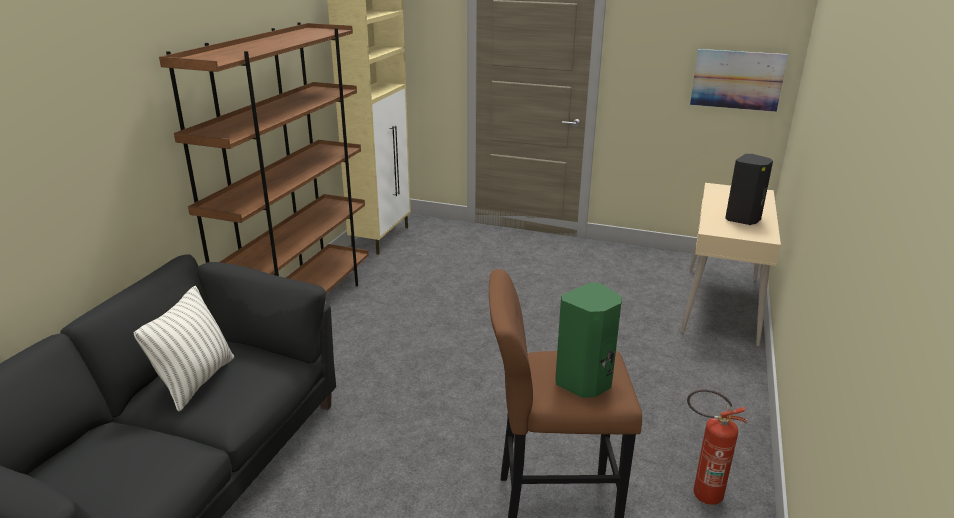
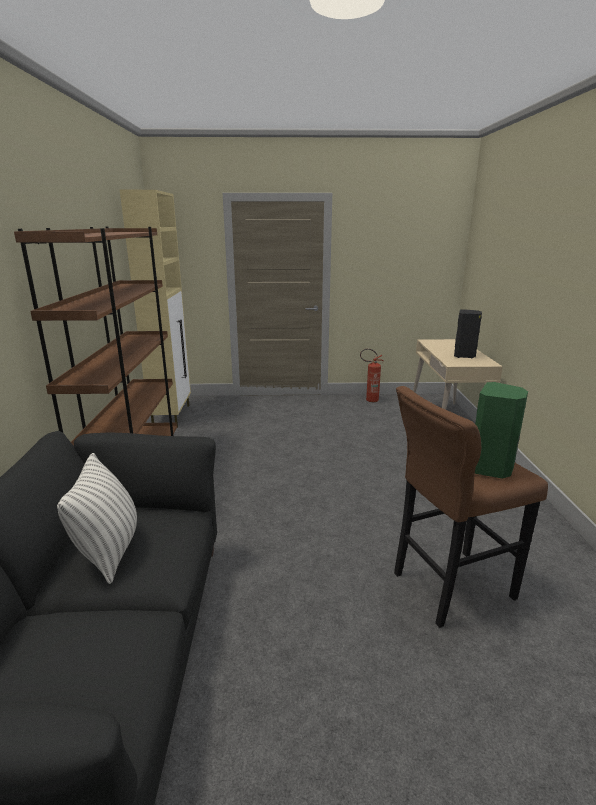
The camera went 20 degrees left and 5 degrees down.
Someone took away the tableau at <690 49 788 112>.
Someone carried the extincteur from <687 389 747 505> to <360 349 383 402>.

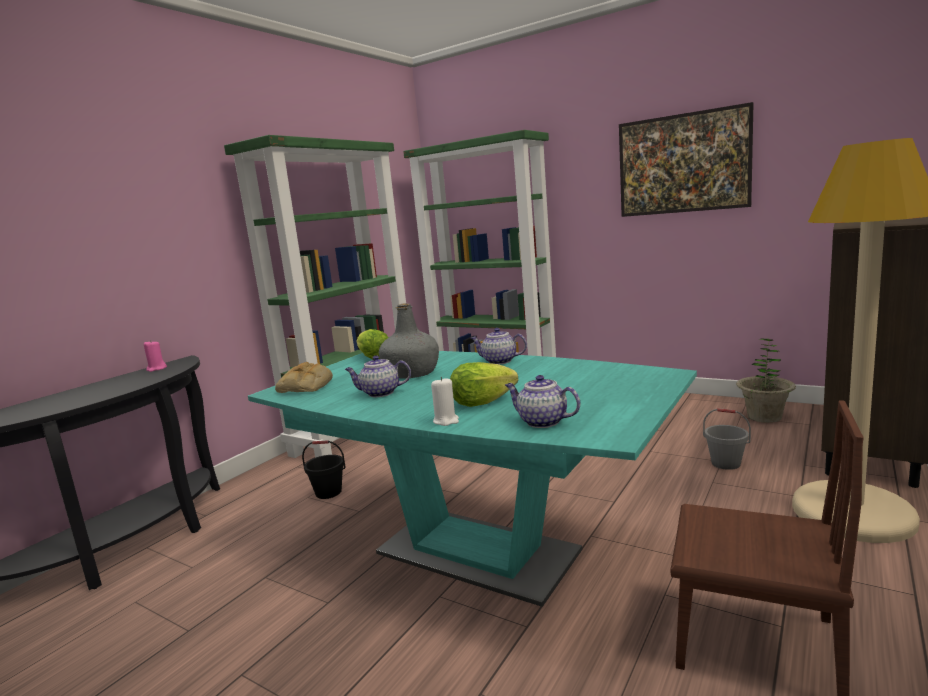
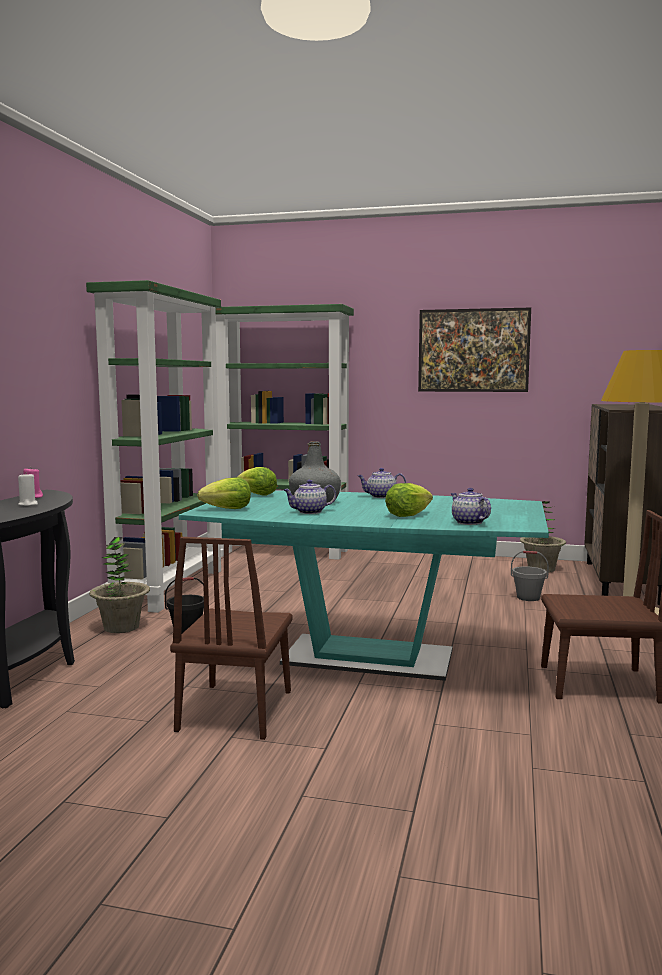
The camera went 20 degrees left and 5 degrees down.
Someone swapped the pain at <275 362 333 393> for the laitue at <197 477 251 509>.
Someone rotated the théière at <505 375 580 428> by 45 degrees clockwise.
Someone carried the bougie/blanc from <431 377 459 426> to <18 472 38 506>.
Someone put down the plante en pot at <89 537 150 633>.
Someone put down the chaise/marron at <170 537 292 740>.

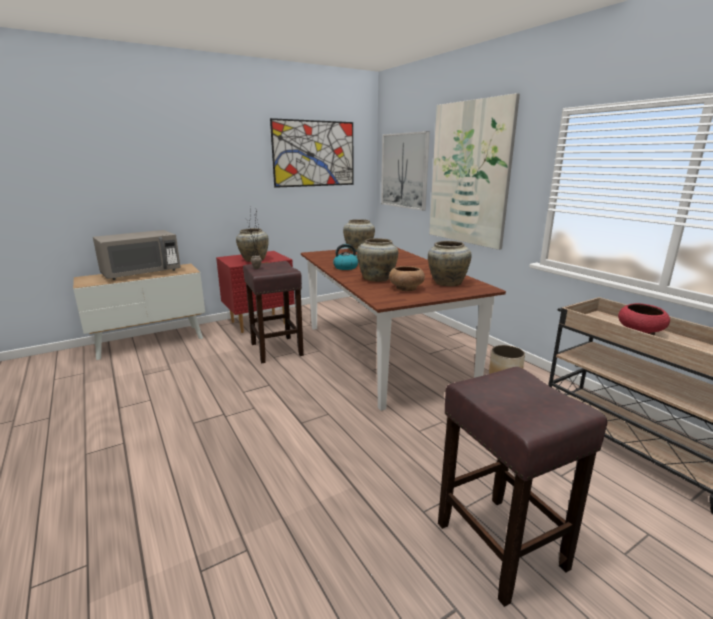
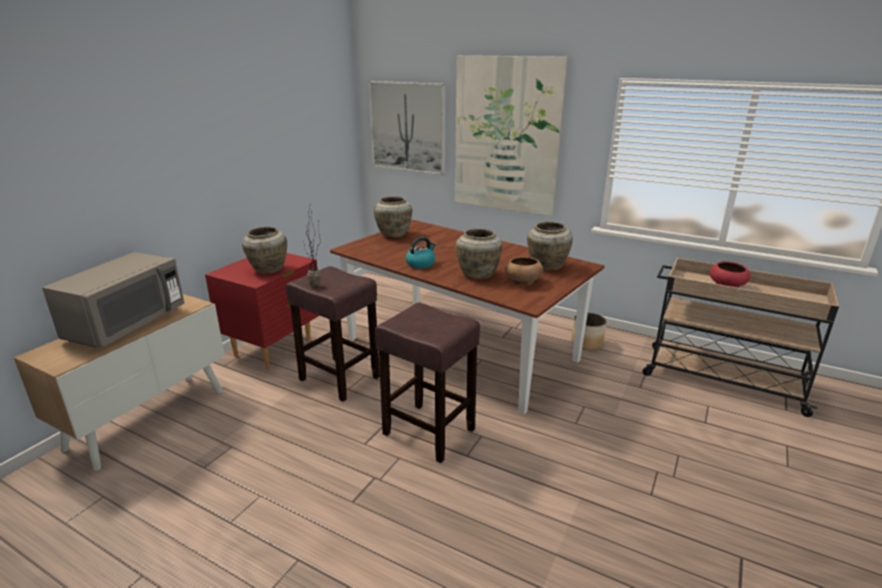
The camera went 30 degrees left and 5 degrees up.
Someone took away the tableau at <270 118 353 188>.
Someone carried the tabouret/marron from <438 367 607 607> to <375 303 480 463>.

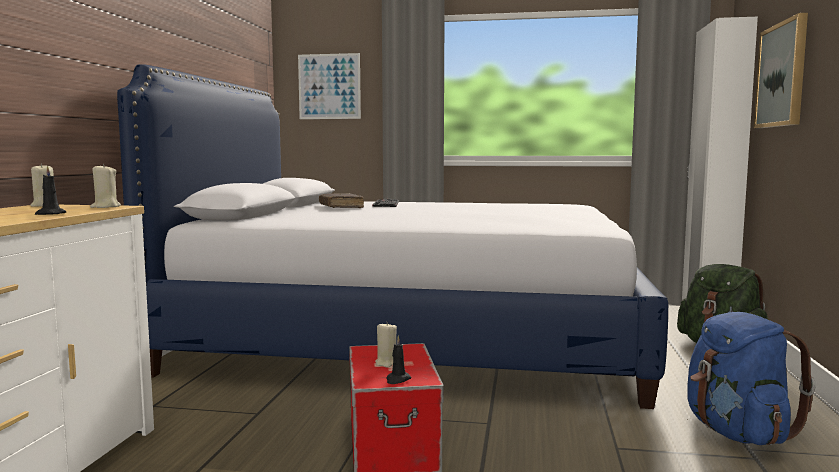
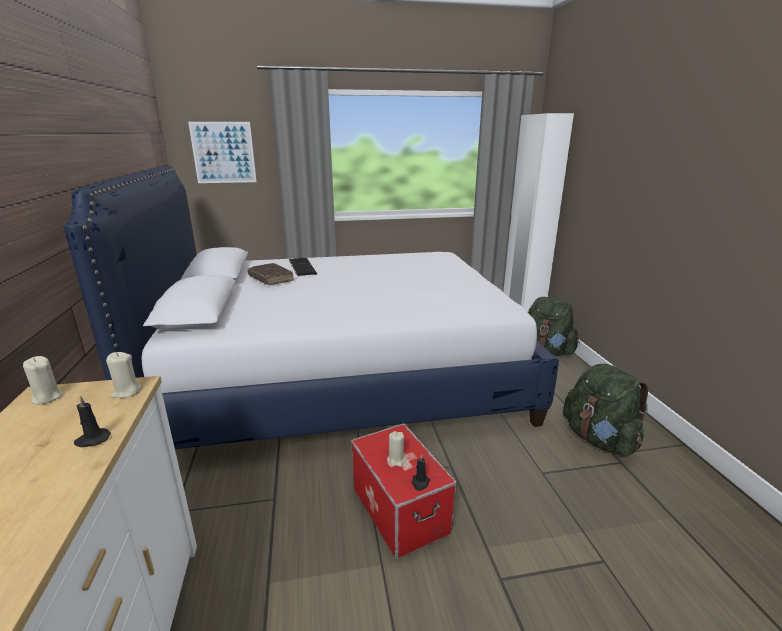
The camera went 20 degrees left and 15 degrees up.
Someone took away the tableau at <754 13 808 128>.
Someone repainted the sac à dos/bleu at <687 312 816 445>, which became the sac à dos/vert at <563 364 648 456>.

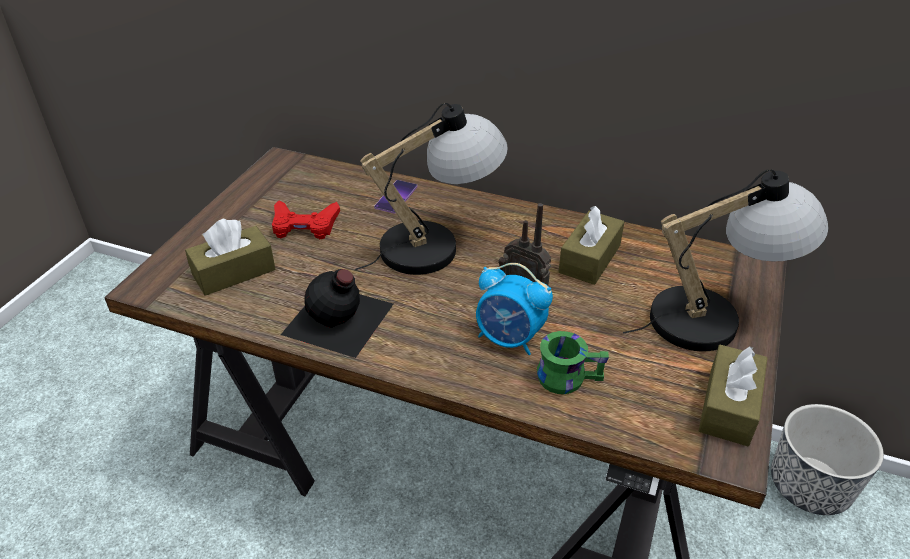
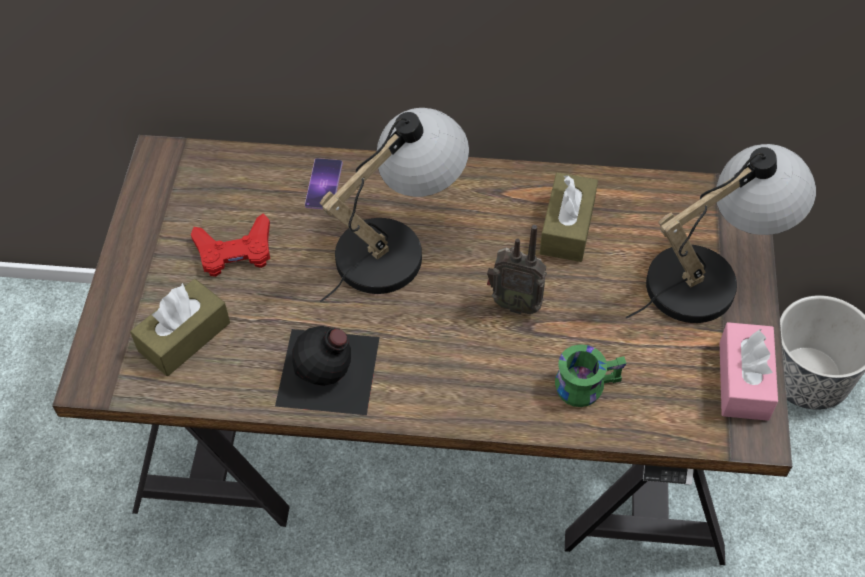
The camera went 15 degrees left and 15 degrees up.
Someone took away the réveil at <476 263 553 355>.
Someone repainted the boîte à mouchoirs/marron at <699 345 767 446>, which became the boîte à mouchoirs/rose at <720 322 778 421>.

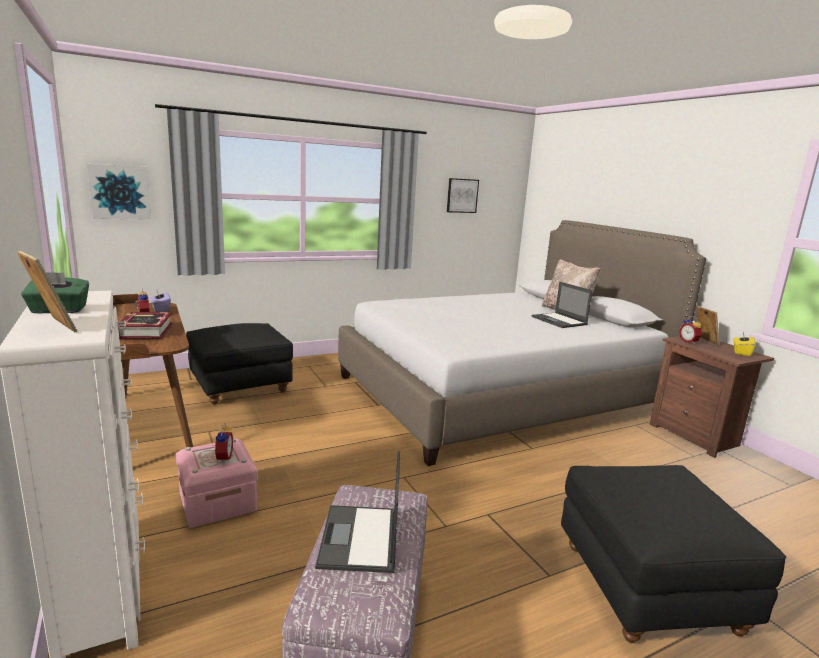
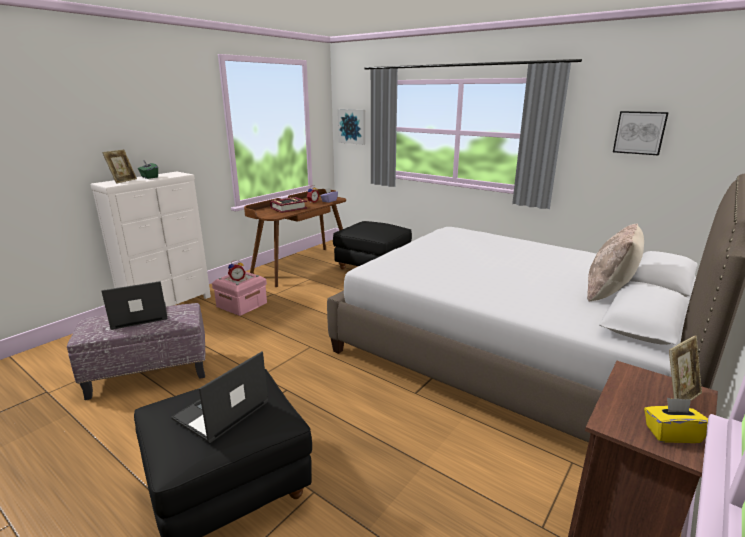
The camera went 65 degrees right and 5 degrees up.
Someone carried the ordinateur portable from <532 282 593 328> to <171 351 269 443>.
Someone took away the réveil at <679 316 702 344>.

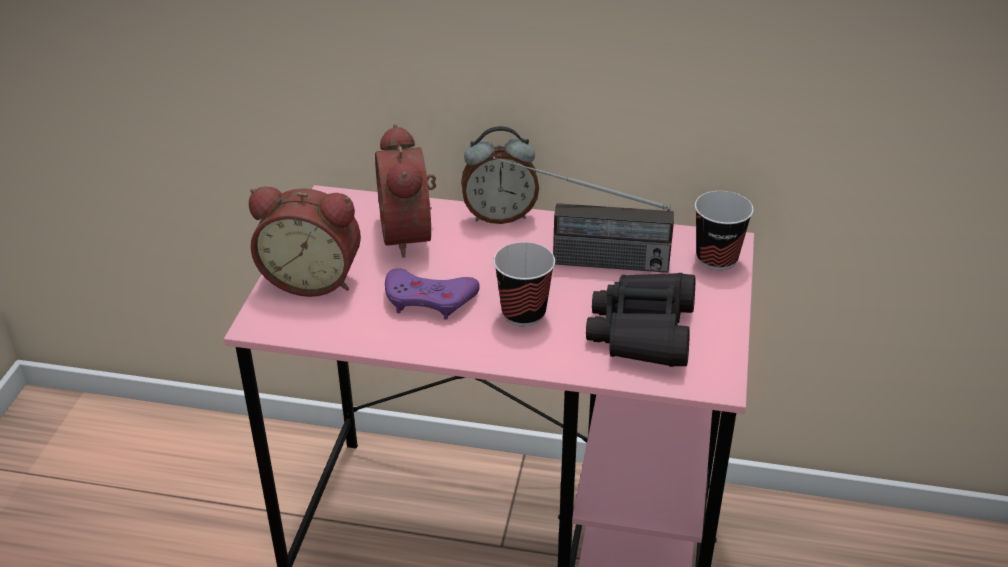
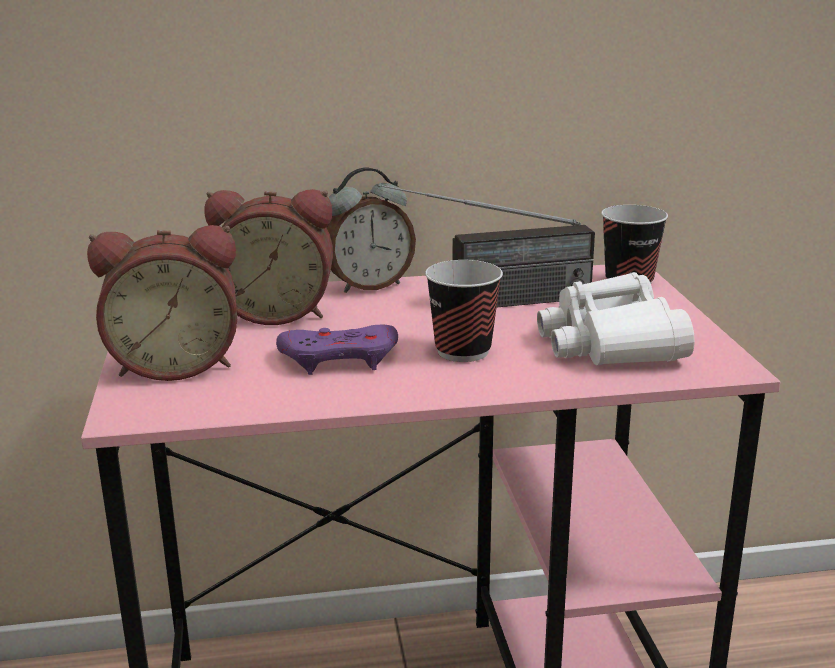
The camera went 20 degrees left and 15 degrees down.
Someone rotated the réveil at <375 124 436 258> by 60 degrees counterclockwise.
Someone repainted the jumelles/noir at <586 273 695 367>, which became the jumelles/blanc at <537 272 695 366>.

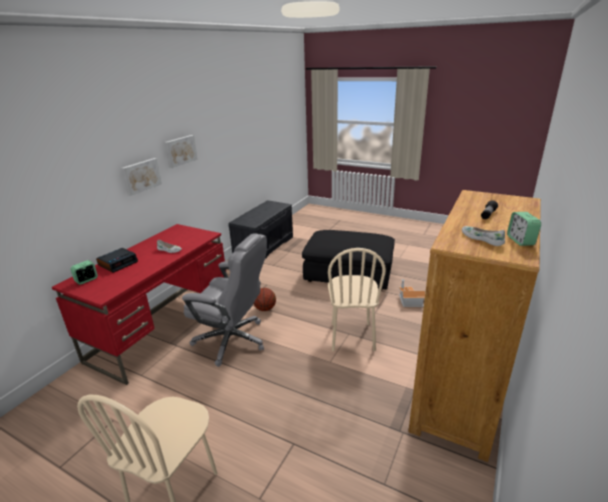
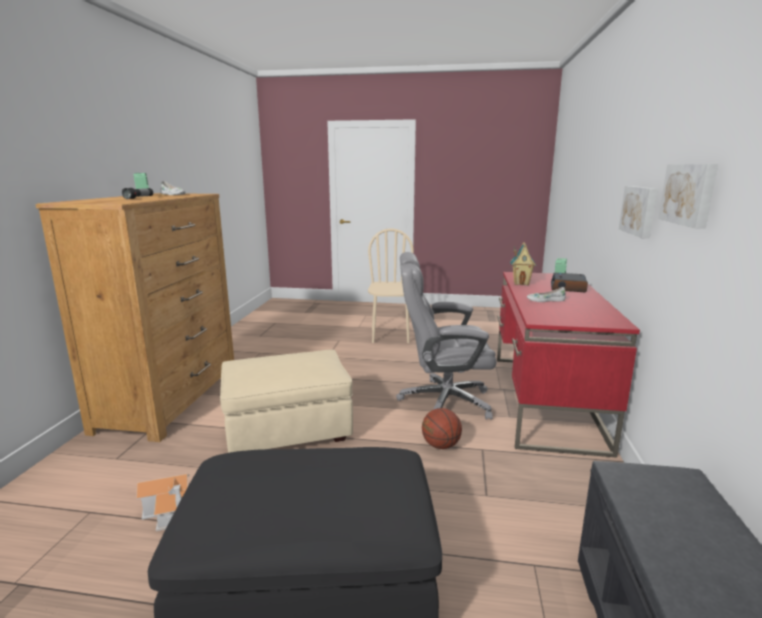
The camera went 160 degrees right and 10 degrees down.
Someone swapped the chaise/beige at <328 248 386 351> for the pouf/beige at <220 350 353 453>.
Someone put down the maison miniature at <510 242 536 285>.

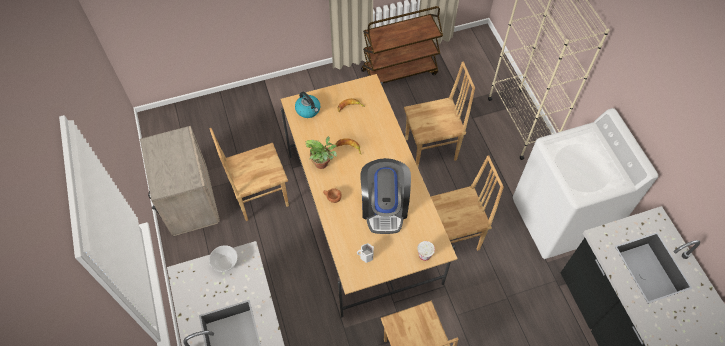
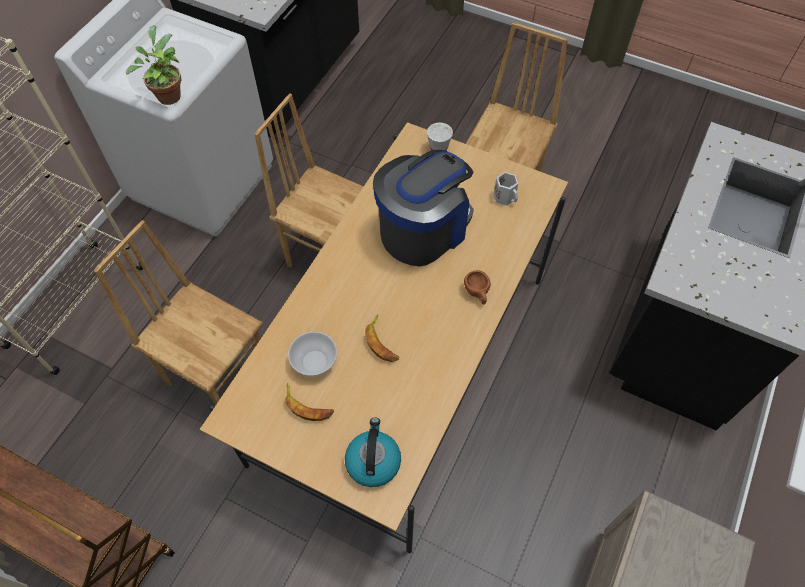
The camera went 135 degrees left and 0 degrees up.
Someone took away the chaise/marron at <209 128 289 221>.
Someone carried the plante en pot from <306 136 337 169> to <126 25 181 105>.
Someone carried the bol from <209 245 238 272> to <288 332 337 376>.

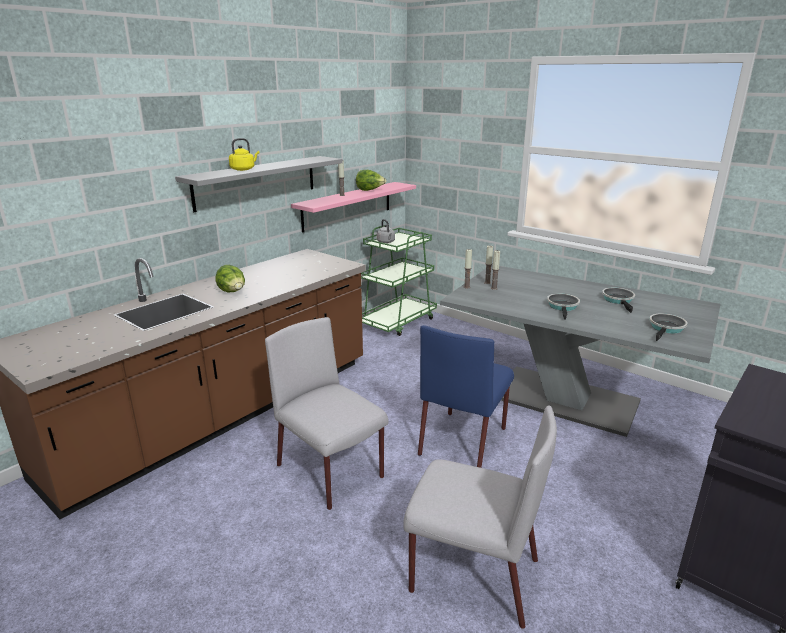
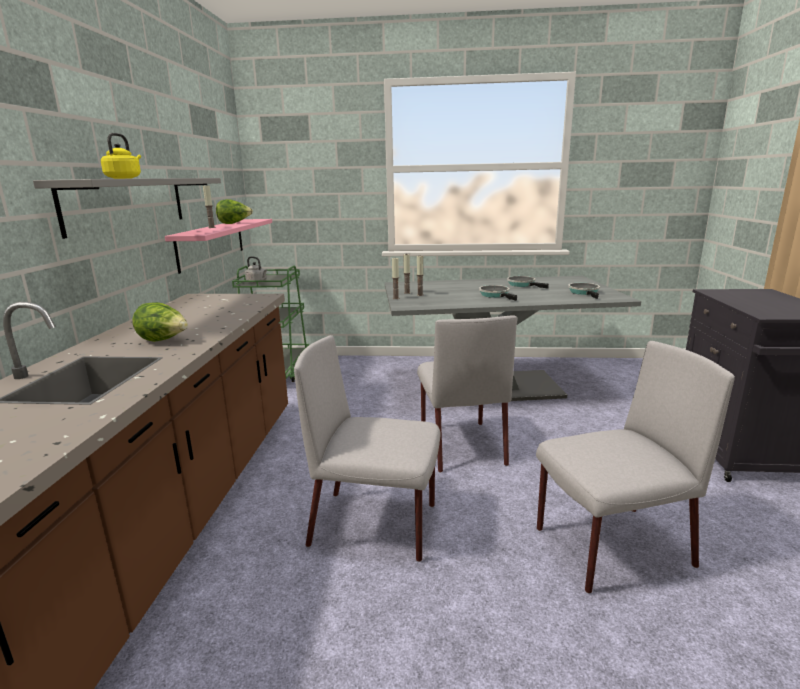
The camera went 35 degrees left and 5 degrees down.
Someone repainted the chaise/bleu at <418 325 514 468>, which became the chaise/gris at <417 315 517 473>.

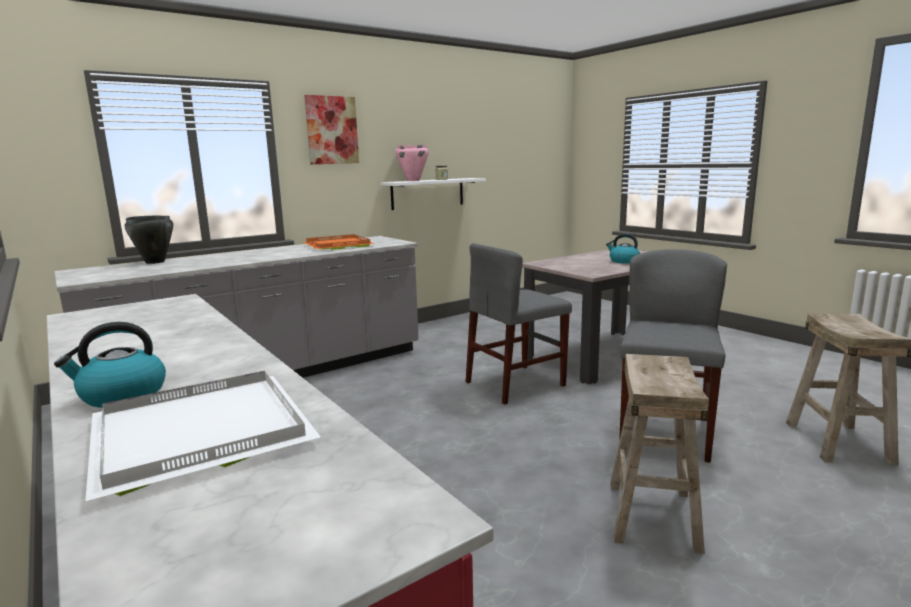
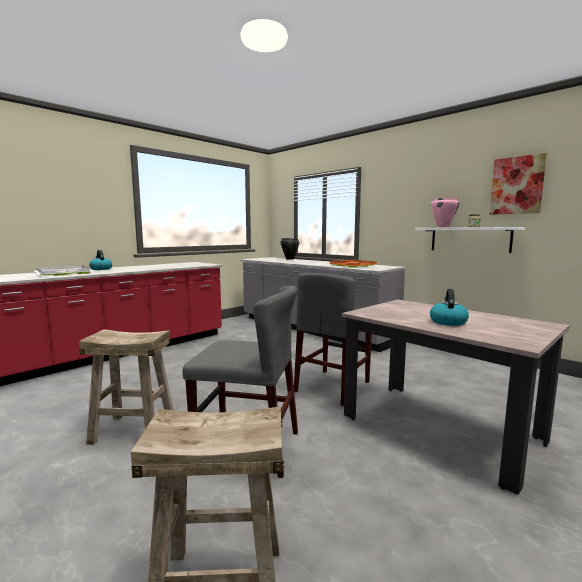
The camera went 80 degrees right and 5 degrees down.
Someone carried the tableau from <304 95 359 164> to <490 153 547 215>.
Someone rotated the chaise/gris at <466 243 572 405> by 105 degrees counterclockwise.

